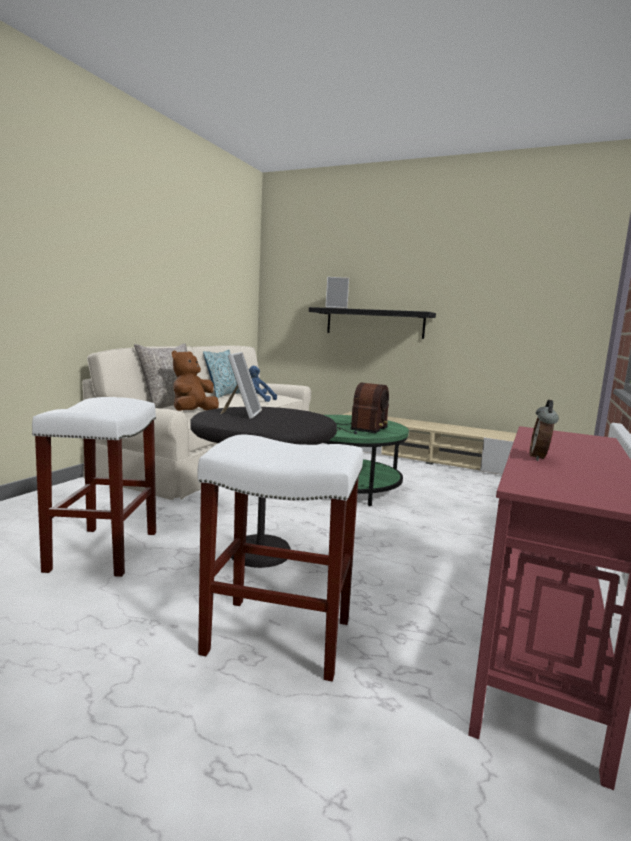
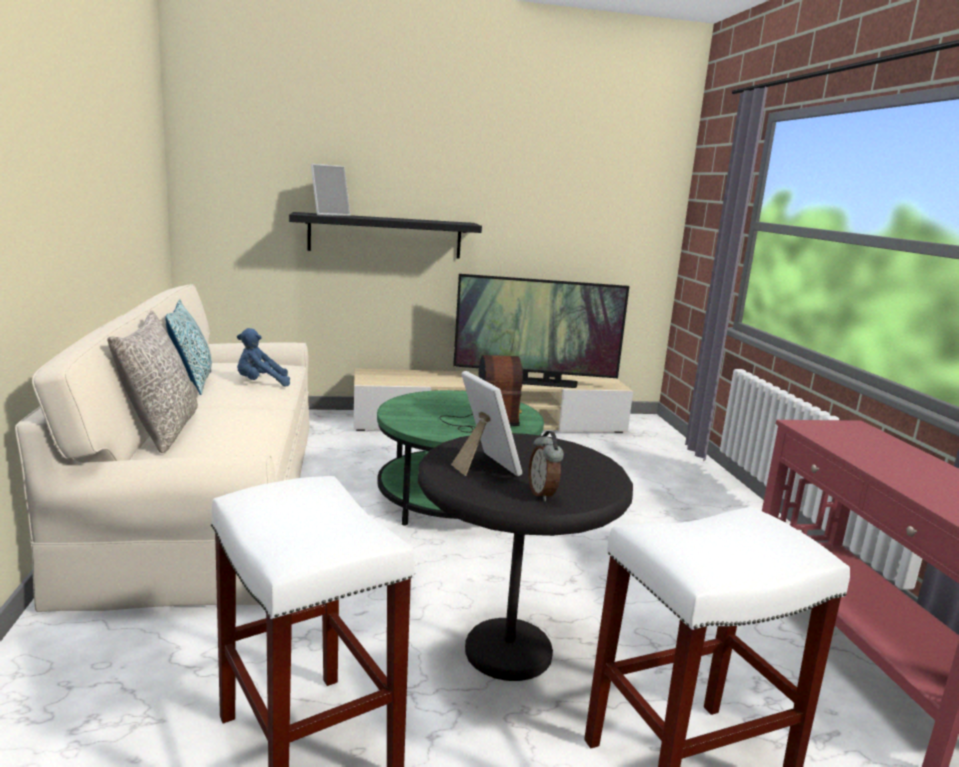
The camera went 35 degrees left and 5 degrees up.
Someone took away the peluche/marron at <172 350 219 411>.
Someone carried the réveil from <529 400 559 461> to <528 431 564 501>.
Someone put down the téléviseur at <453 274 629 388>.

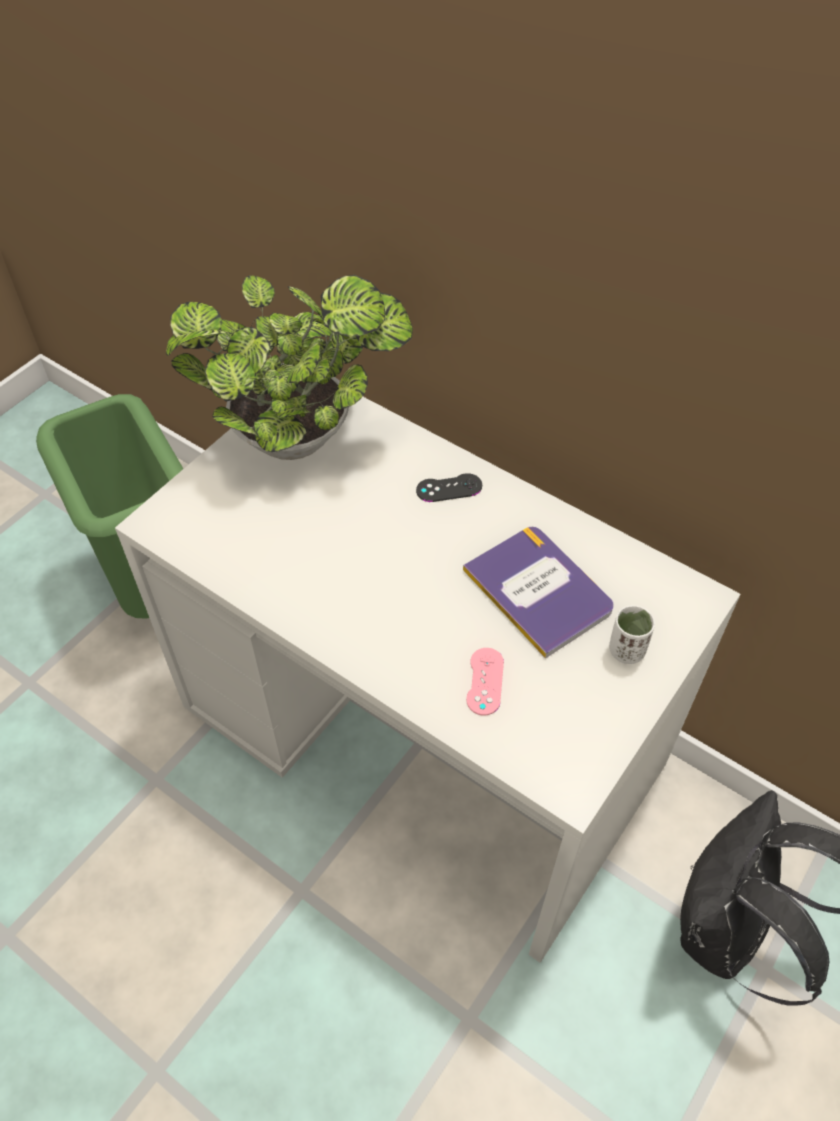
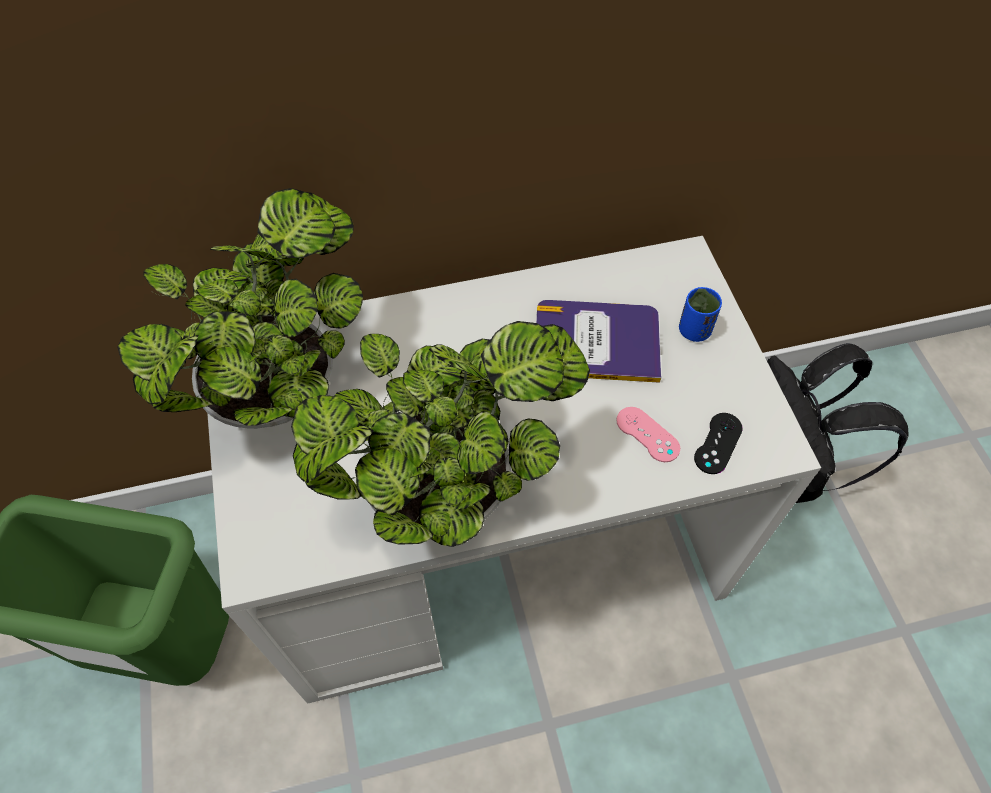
The camera went 50 degrees left and 5 degrees up.
Someone carried the manette/noir from <416 473 482 502> to <694 413 743 474>.
Someone repainted the tasse/blanc at <609 605 655 664>, which became the tasse/bleu at <679 287 722 342>.
Someone put down the plante en pot at <291 321 590 547>.

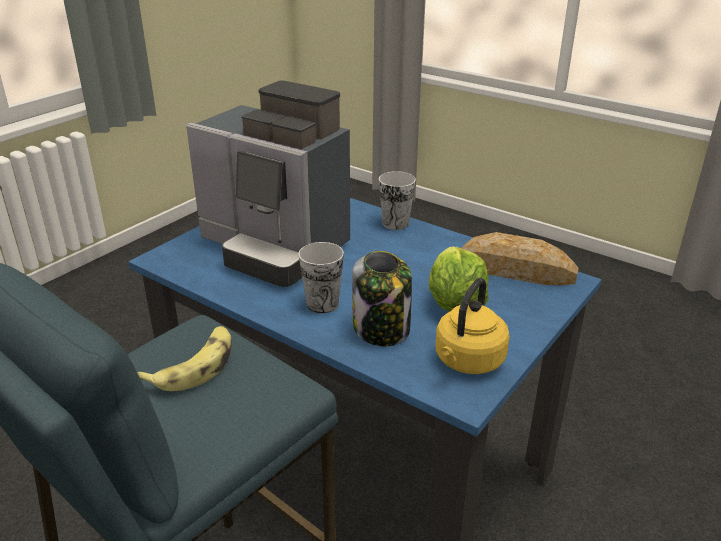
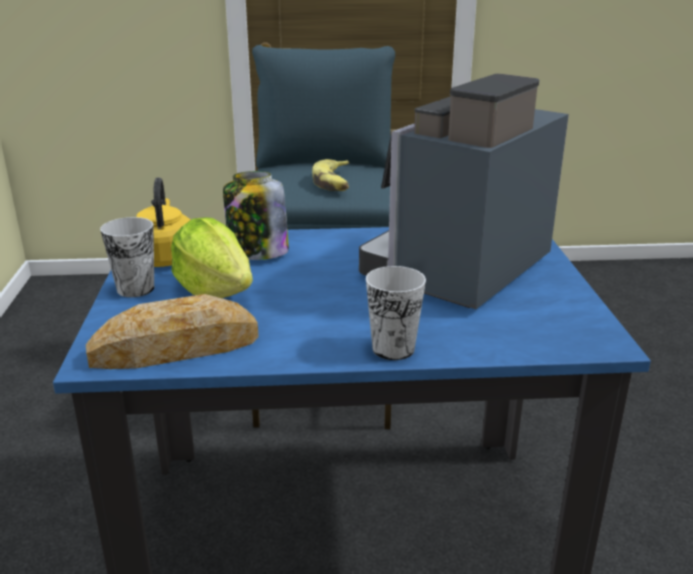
The camera went 140 degrees right and 5 degrees down.
Someone rotated the machine à café at <186 80 350 287> by 45 degrees counterclockwise.
Someone carried the tasse from <298 242 344 313> to <100 217 154 297>.

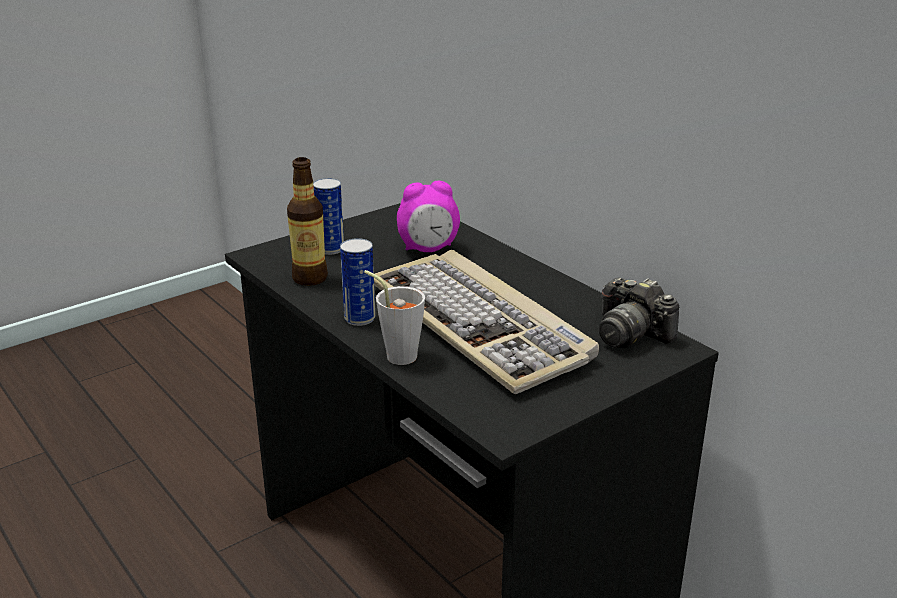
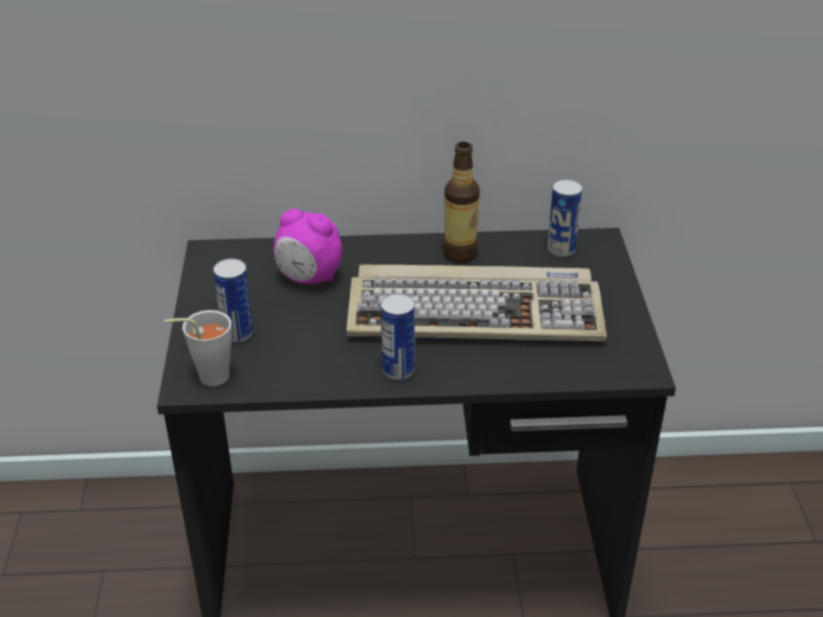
The camera went 55 degrees left and 10 degrees up.
Someone carried the bouteille from <287 157 328 286> to <443 142 480 263>.
Someone rotated the réveil at <397 181 460 252> by 90 degrees clockwise.
Someone carried the tasse/gris from <364 270 425 365> to <164 310 232 386>.
Someone swapped the appareil photo at <599 277 679 348> for the boîte métallique at <547 179 583 257>.

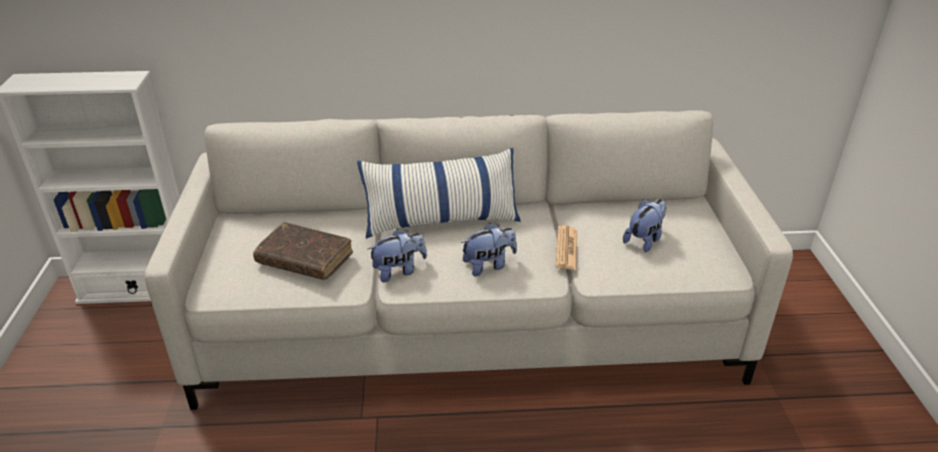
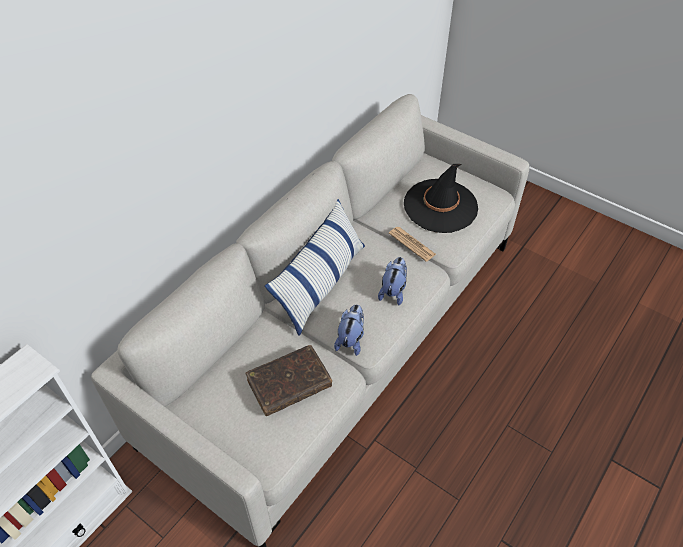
The camera went 50 degrees left and 15 degrees up.
Someone swapped the peluche at <623 199 666 252> for the chapeau/noir at <404 164 478 233>.

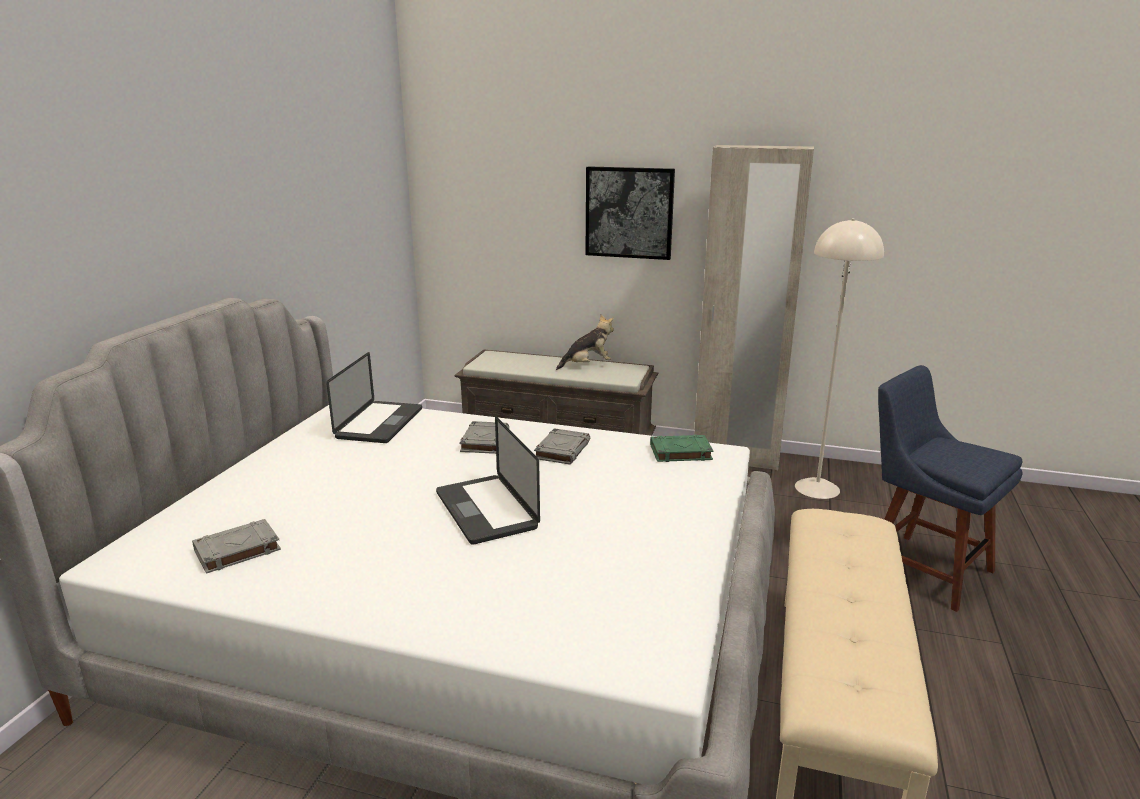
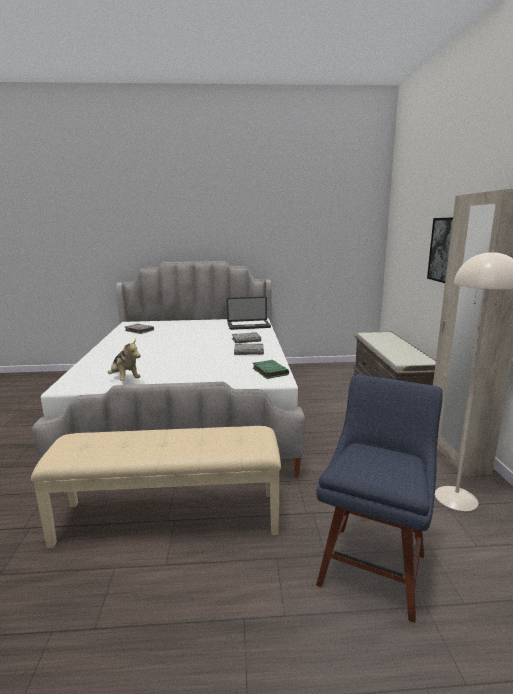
The camera went 70 degrees right and 5 degrees down.
Someone carried the peluche from <556 315 614 370> to <108 338 141 381>.
Someone took away the ordinateur portable at <436 416 540 545>.

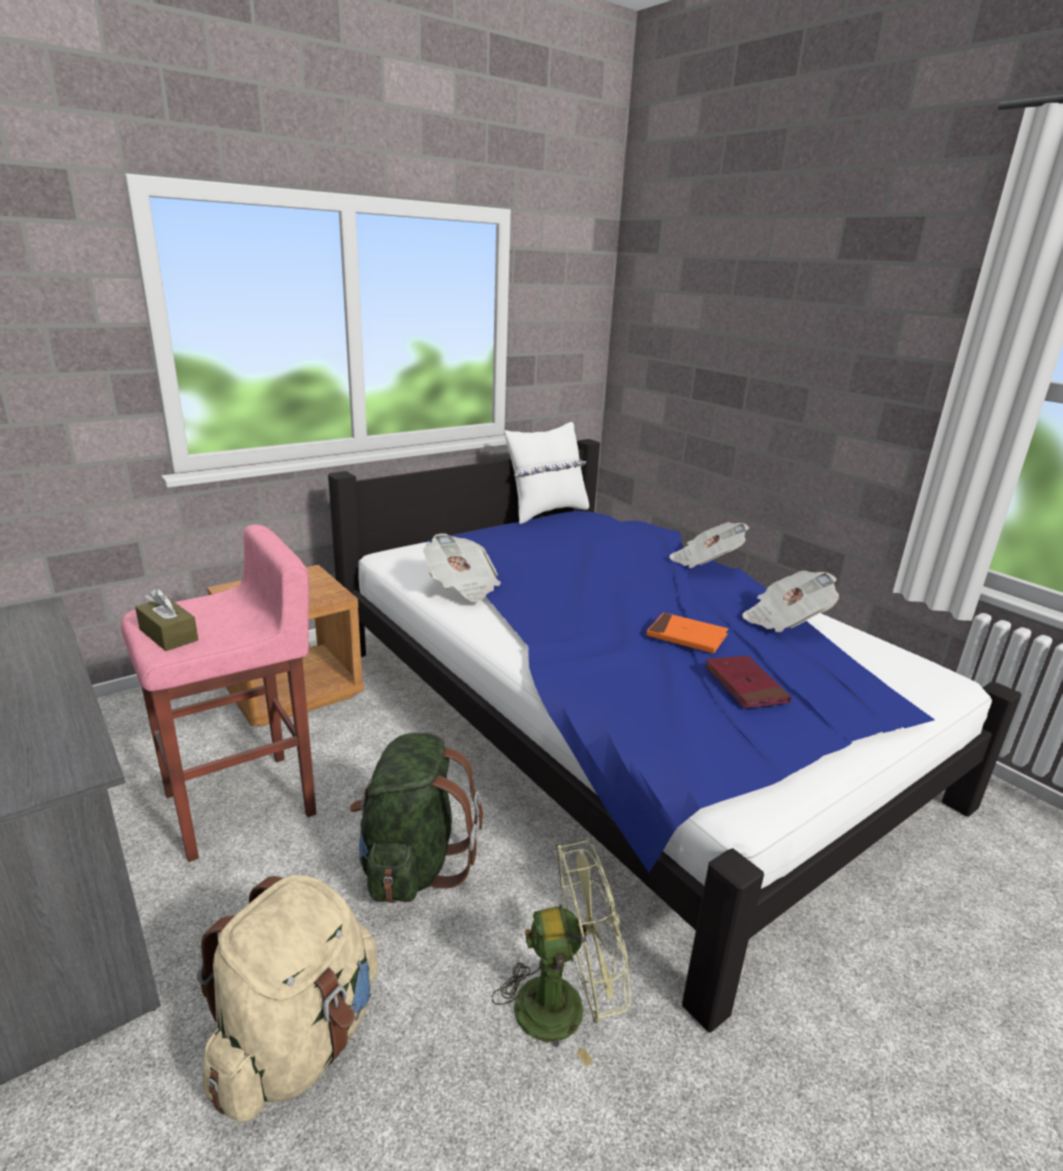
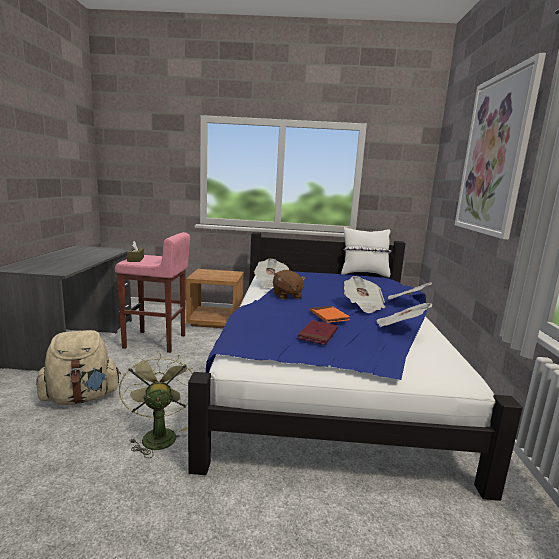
The camera went 40 degrees right and 10 degrees down.
Someone took away the sac à dos/vert at <350 733 483 903>.
Someone rotated the ventilateur/vert at <492 841 632 1067> by 135 degrees counterclockwise.
Someone put up the tableau at <455 53 546 240>.
Someone put down the peluche/marron at <273 270 306 300>.
Someone put down the journal at <344 276 386 313>.

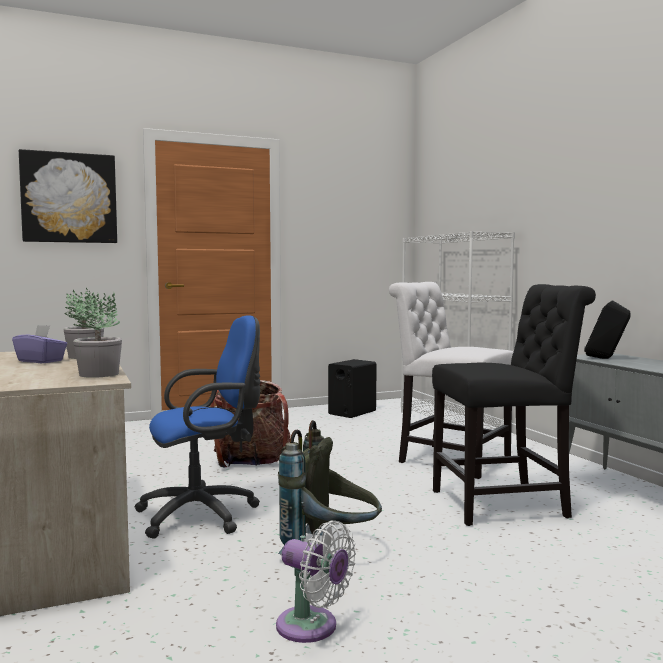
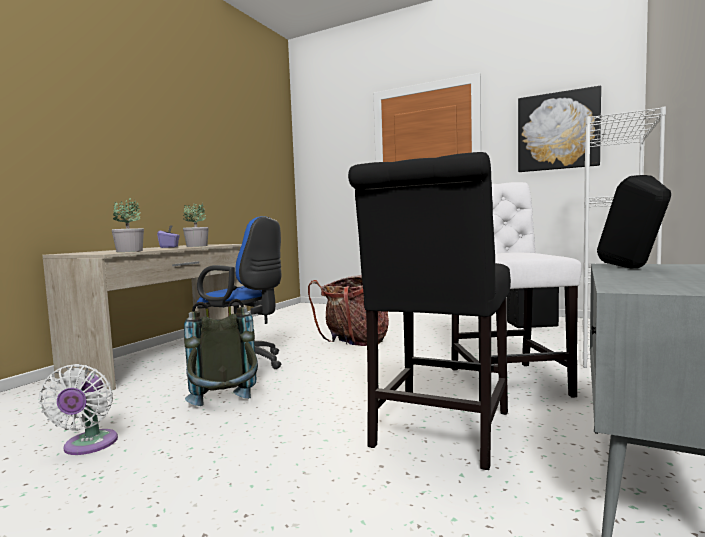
The camera went 50 degrees right and 0 degrees up.
Someone carried the tableau from <19 149 117 243> to <518 86 601 172>.
Someone rotated the chaise/noir at <432 284 596 526> by 75 degrees clockwise.

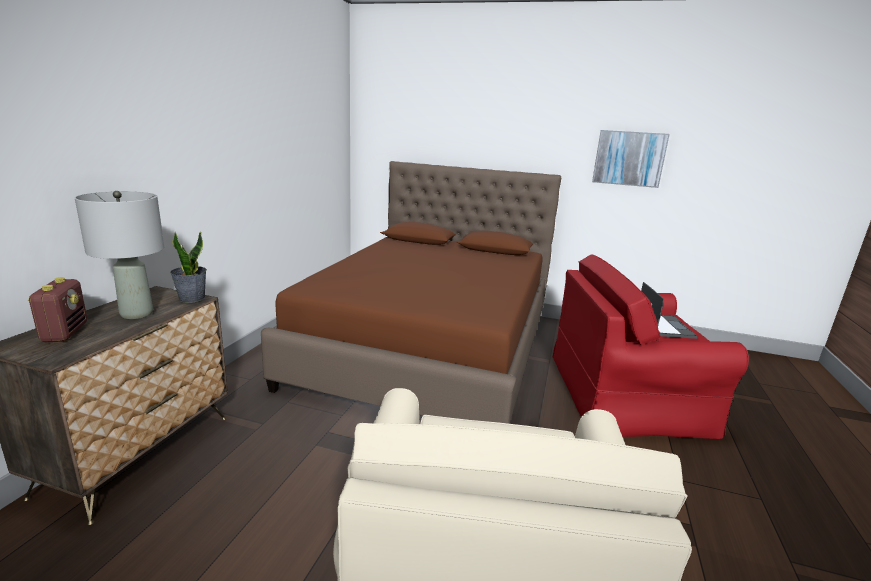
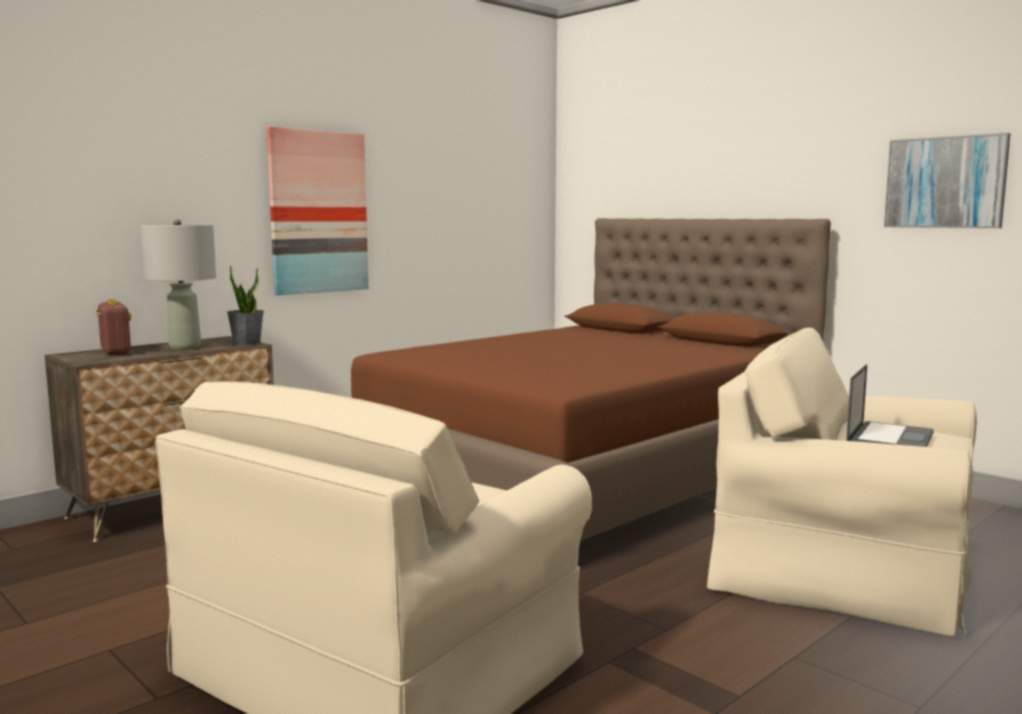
The camera went 30 degrees right and 10 degrees down.
Someone repainted the fauteuil/rouge at <553 254 749 439>, which became the fauteuil/beige at <707 328 977 637>.
Someone rotated the radio at <28 277 87 342> by 45 degrees counterclockwise.
Someone put up the tableau at <267 127 368 295>.

